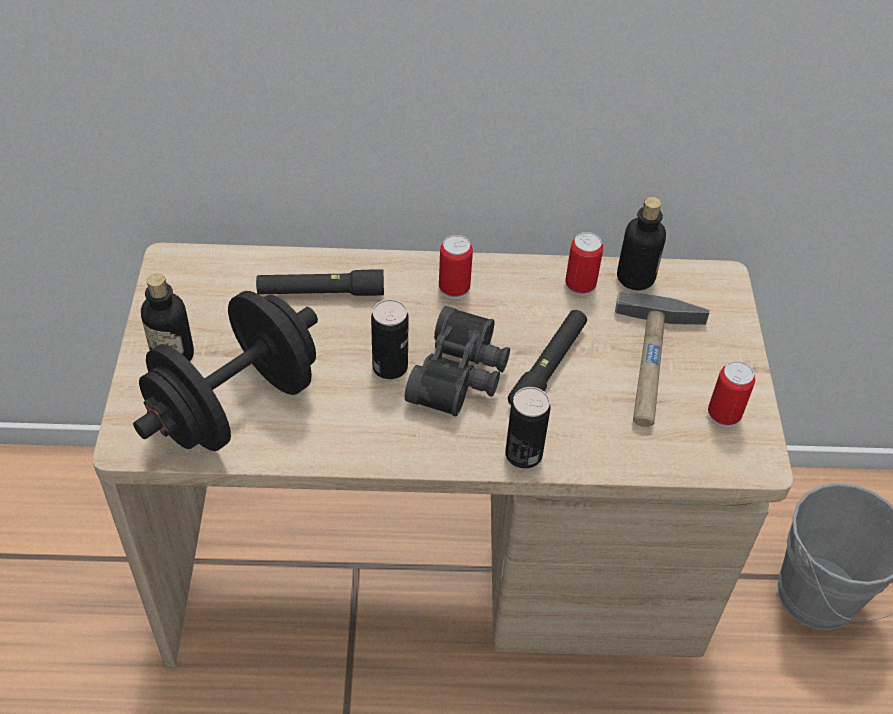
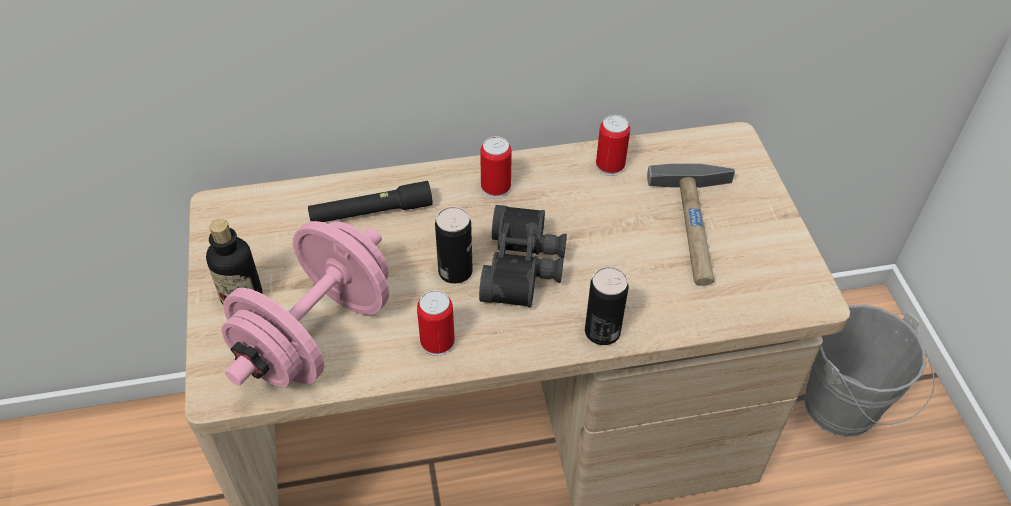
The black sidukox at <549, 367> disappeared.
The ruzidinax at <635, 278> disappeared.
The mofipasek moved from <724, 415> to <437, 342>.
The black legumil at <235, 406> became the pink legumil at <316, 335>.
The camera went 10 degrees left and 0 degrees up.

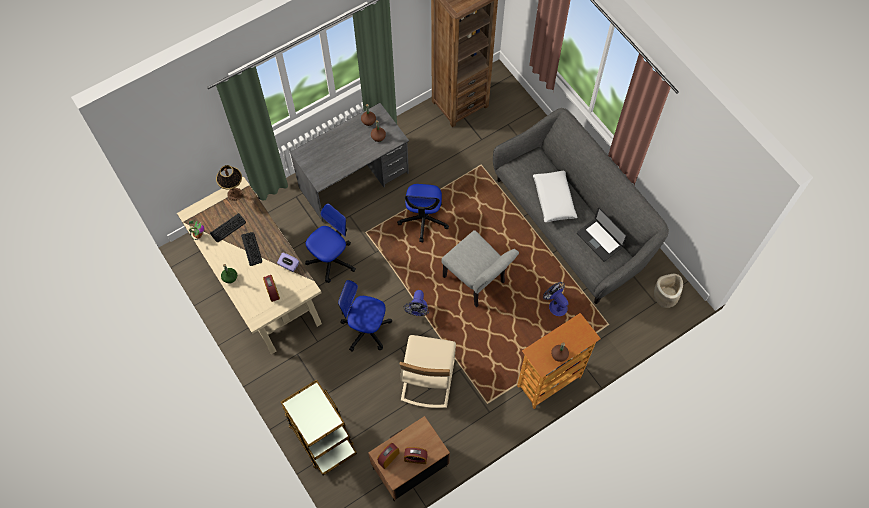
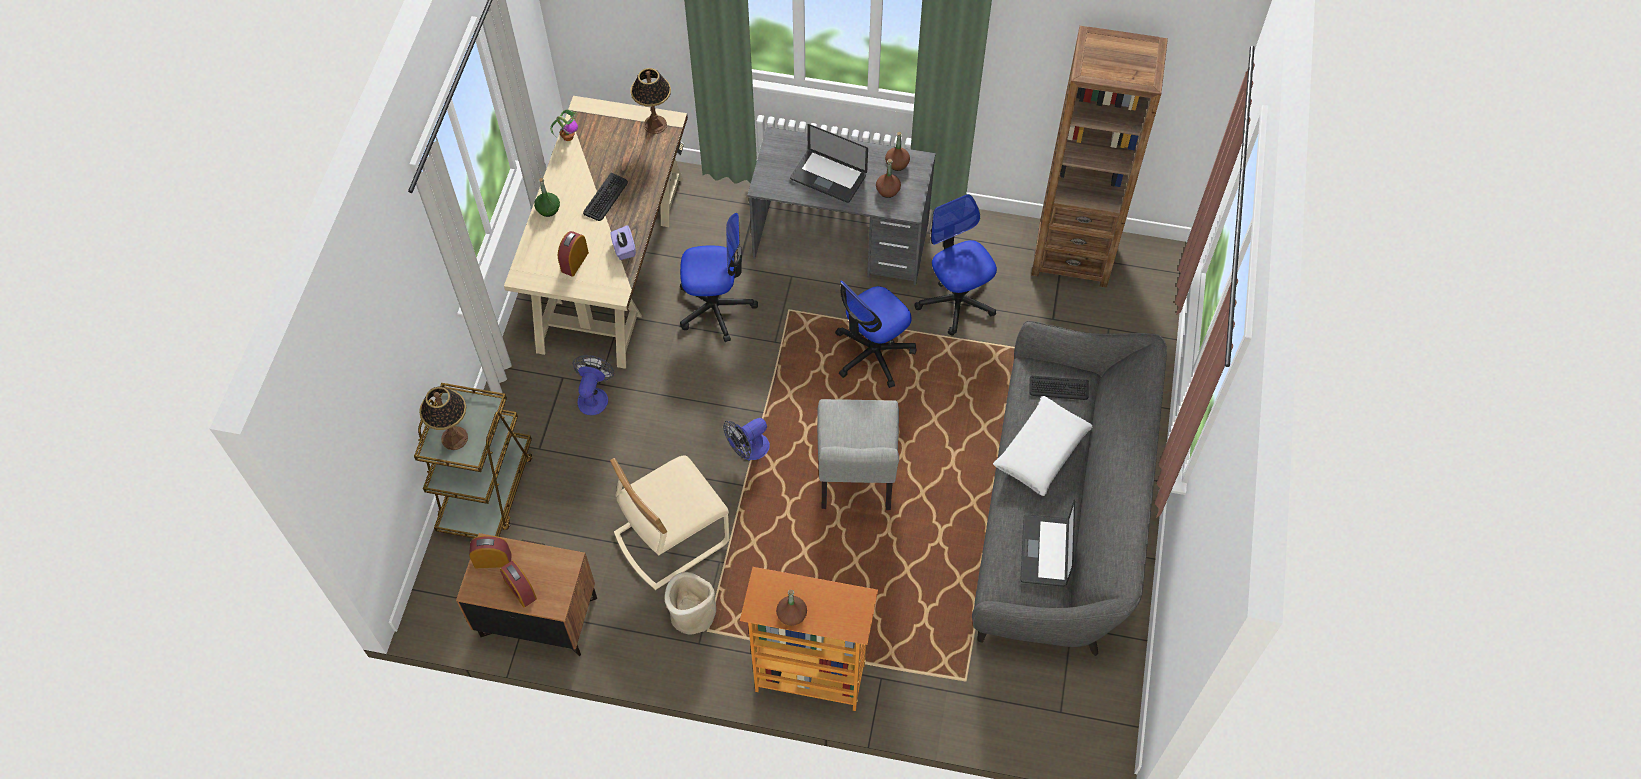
The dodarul at <455, 438> appeared.
The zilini at <828, 177> appeared.
The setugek moved from <228, 228> to <1058, 388>.
The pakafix moved from <366, 329> to <956, 300>.
The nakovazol moved from <555, 304> to <594, 396>.
The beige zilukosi moved from <665, 296> to <692, 614>.
The camera went 45 degrees right and 5 degrees down.

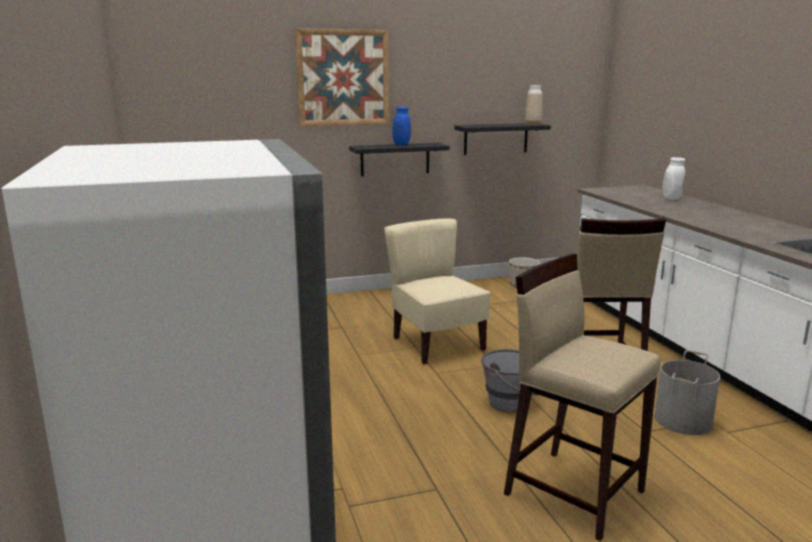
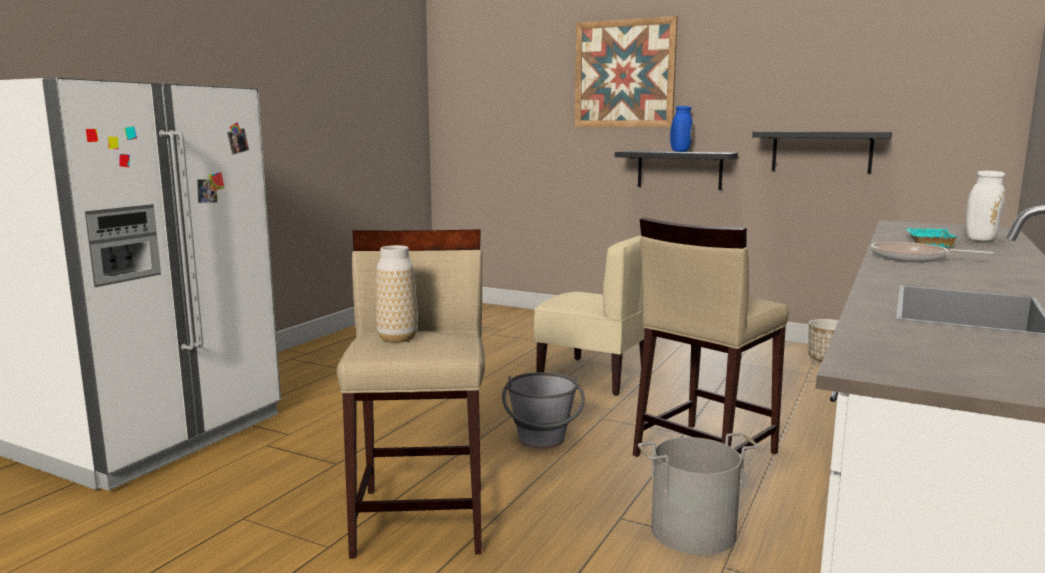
The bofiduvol at <913, 258> appeared.
The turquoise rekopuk at <927, 242> appeared.
The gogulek moved from <533, 124> to <397, 338>.
The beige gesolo at <436, 344> turned 105 degrees clockwise.
The camera went 45 degrees right and 5 degrees down.

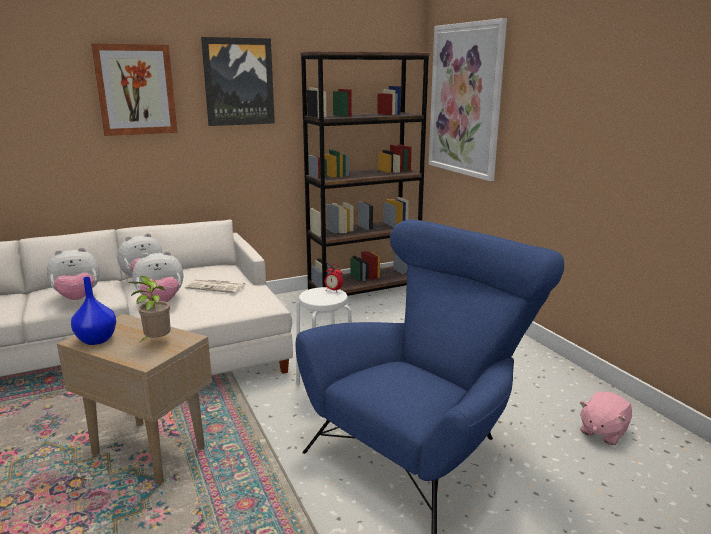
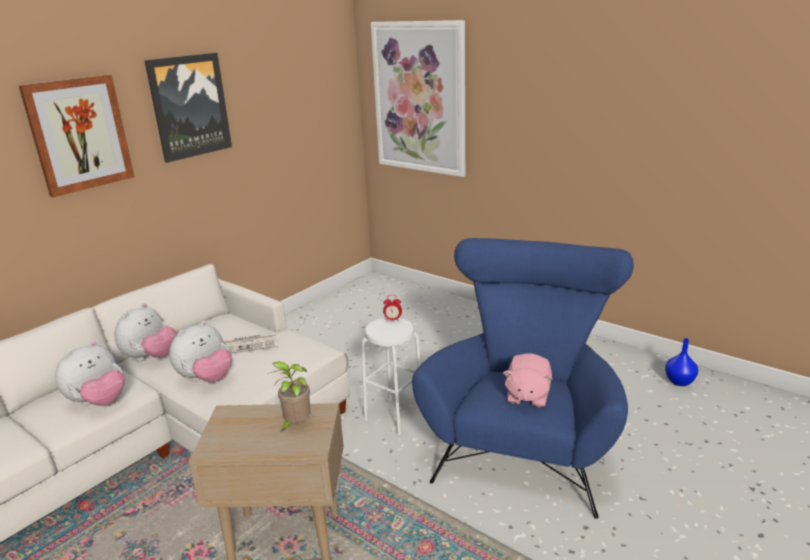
The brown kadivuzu at <364, 290> disappeared.
The blue gogulek moved from <96, 340> to <679, 382>.
The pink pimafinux moved from <602, 431> to <527, 395>.
The camera went 25 degrees left and 5 degrees up.

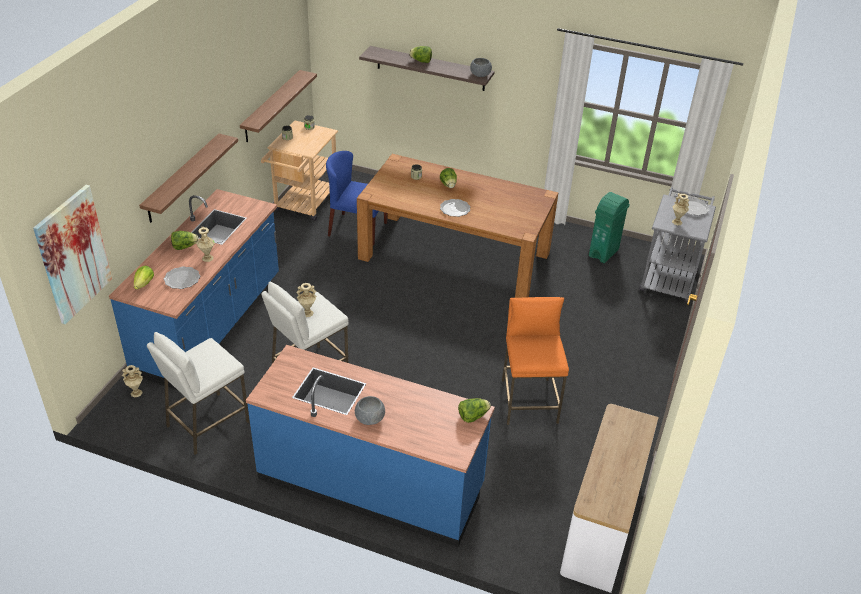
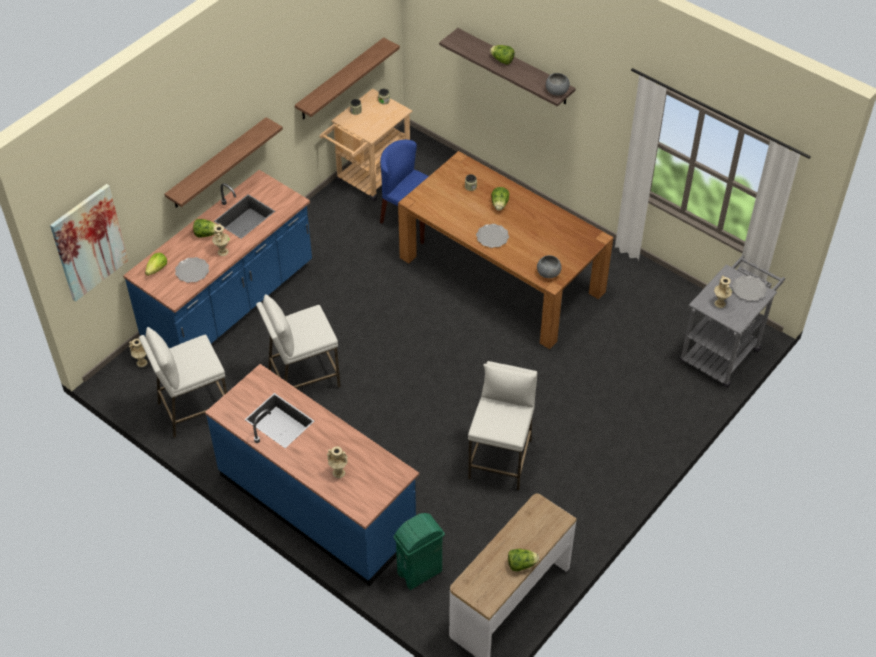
The beige gogulek moved from <307, 313> to <338, 473>.
The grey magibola moved from <370, 418> to <548, 273>.
The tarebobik moved from <473, 416> to <521, 564>.
The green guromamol moved from <604, 253> to <420, 572>.
The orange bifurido at <528, 401> became the white bifurido at <501, 459>.
The camera went 20 degrees right and 10 degrees up.

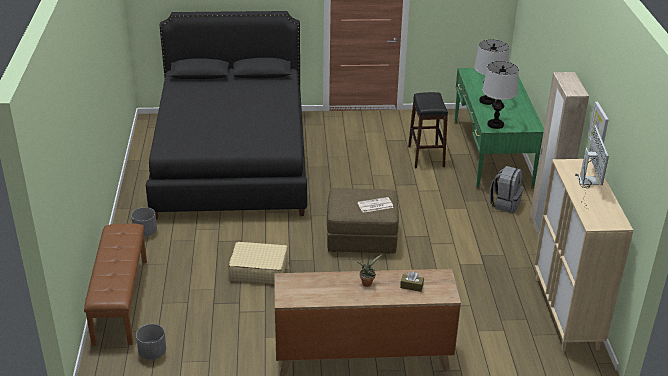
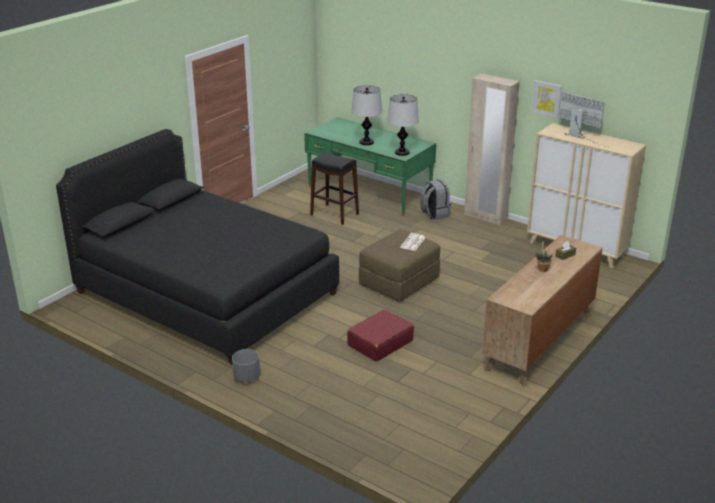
The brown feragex at <120, 300> disappeared.
The grey zilukosi at <152, 352> disappeared.
The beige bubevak at <258, 270> became the red bubevak at <380, 343>.
The camera went 50 degrees left and 5 degrees down.

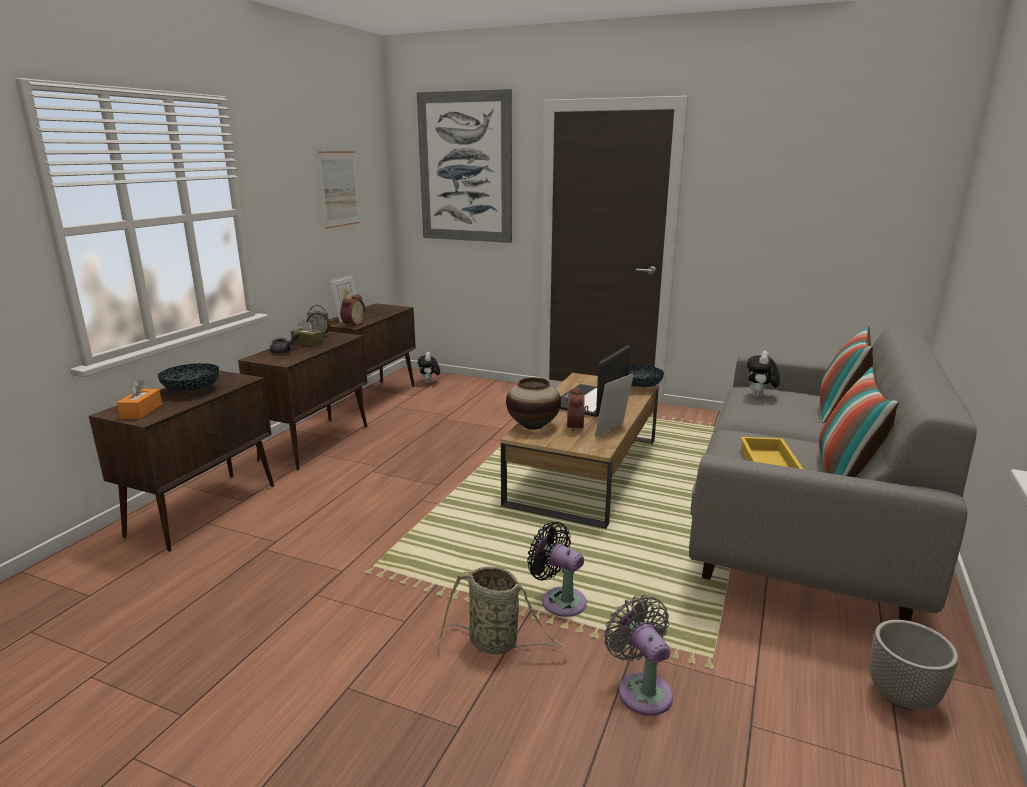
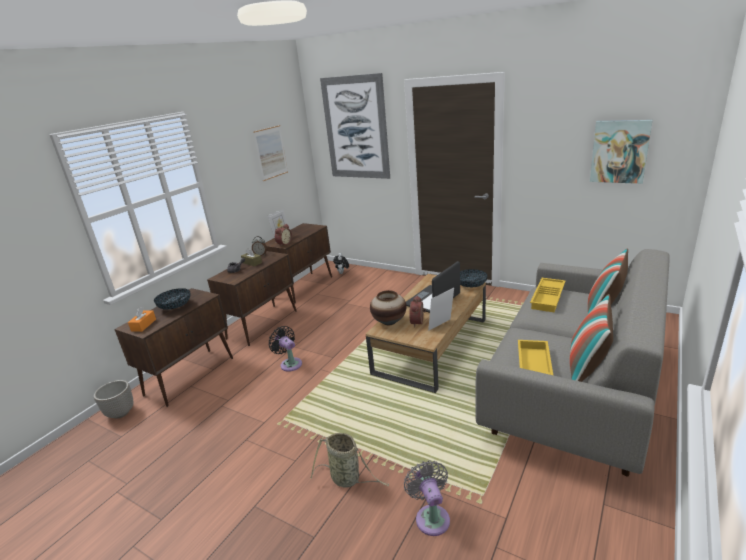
The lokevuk at <619, 151> appeared.
The black nakovazol moved from <559, 600> to <290, 363>.
The zilukosi moved from <902, 697> to <120, 413>.
The pimafinux at <759, 396> was replaced by the yellow rekopuk at <548, 298>.
The camera went 10 degrees right and 5 degrees up.

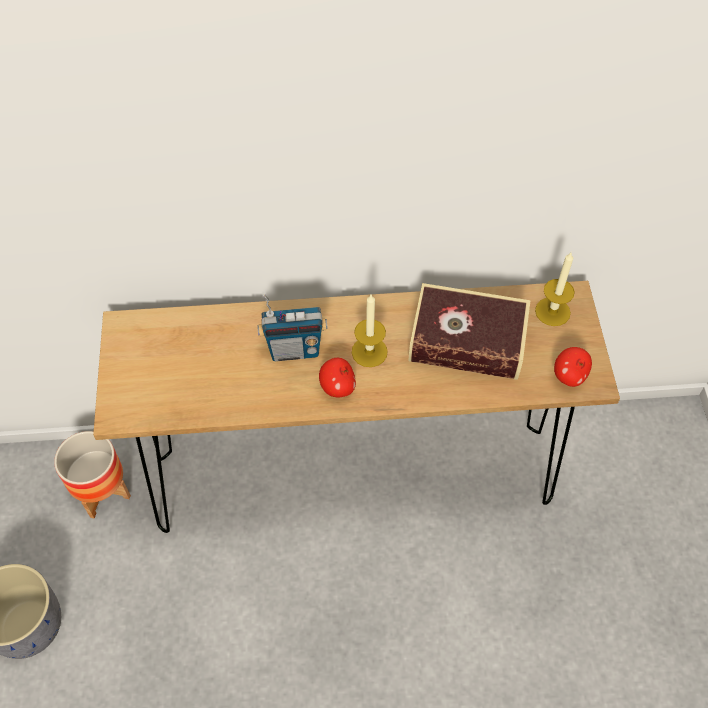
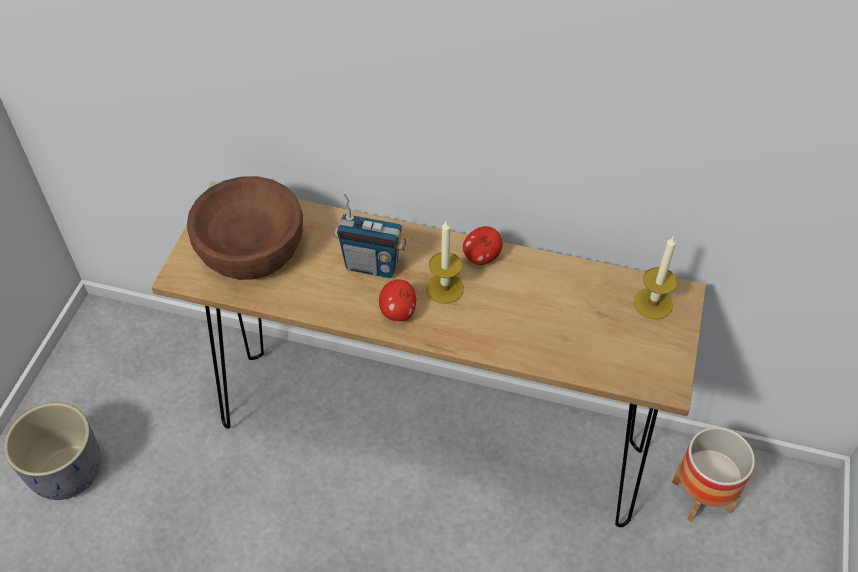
The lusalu at <467, 341> disappeared.
The brown magibola at <250, 248> appeared.
The zilukosi moved from <103, 491> to <702, 496>.
The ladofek moved from <569, 376> to <481, 257>.
The camera went 20 degrees right and 5 degrees down.

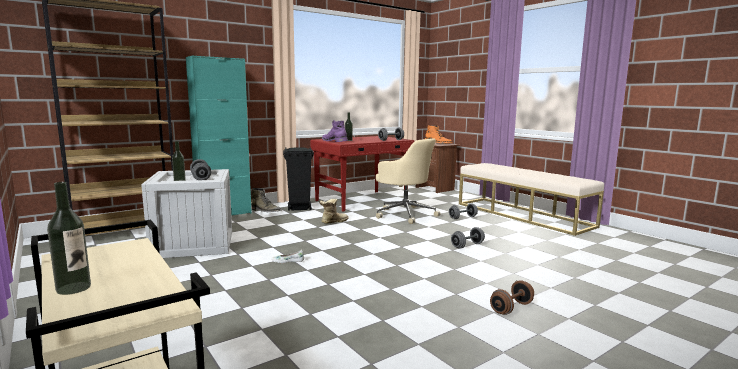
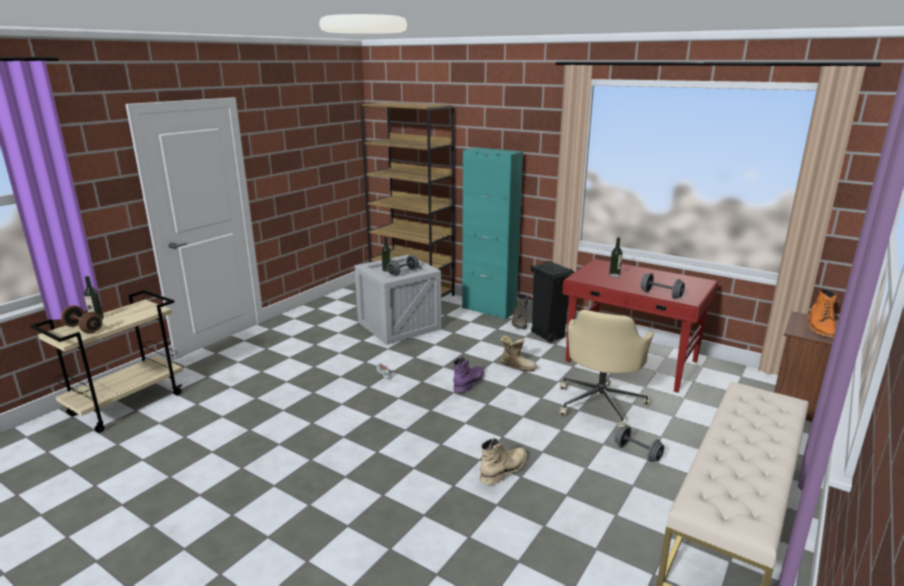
The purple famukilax moved from <334, 141> to <469, 382>.
The brown legumil moved from <511, 308> to <84, 329>.
The grey legumil at <467, 245> was replaced by the beige famukilax at <504, 469>.
The camera went 70 degrees right and 10 degrees up.

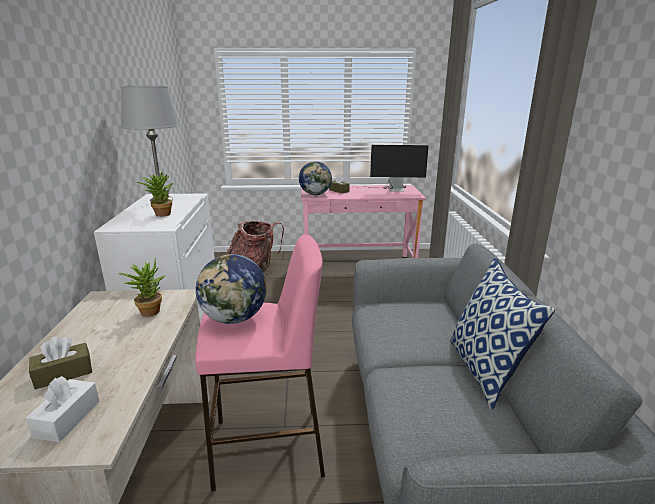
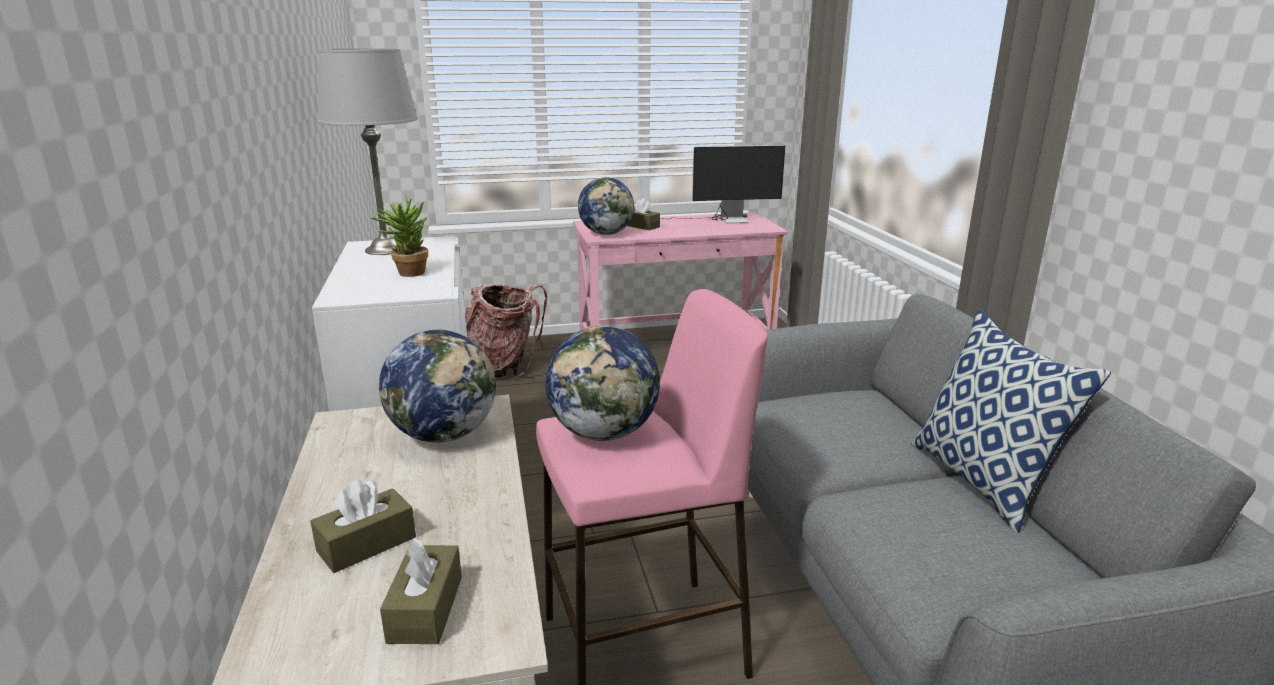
The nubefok at <148, 310> was replaced by the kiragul at <444, 434>.
The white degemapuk at <67, 418> became the brown degemapuk at <425, 609>.
The camera went 10 degrees left and 0 degrees up.

